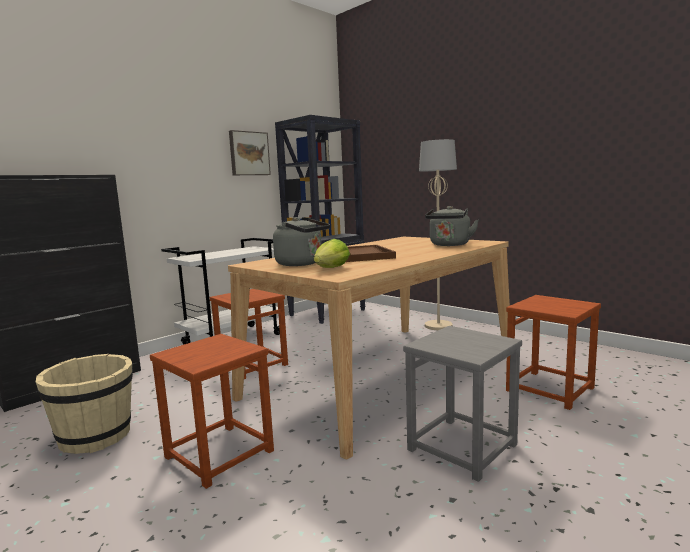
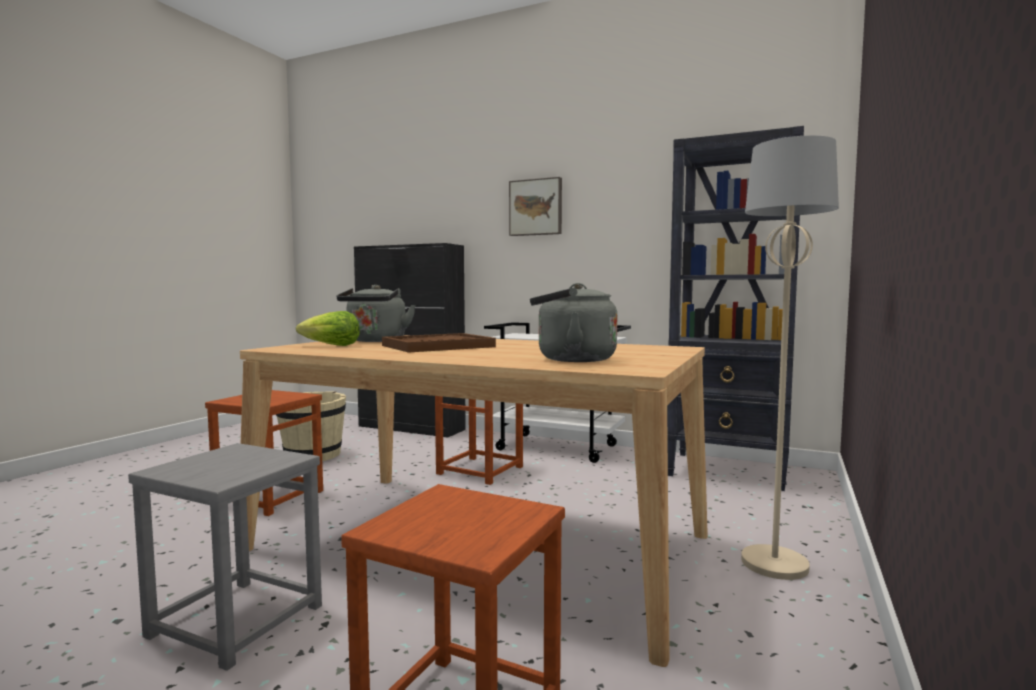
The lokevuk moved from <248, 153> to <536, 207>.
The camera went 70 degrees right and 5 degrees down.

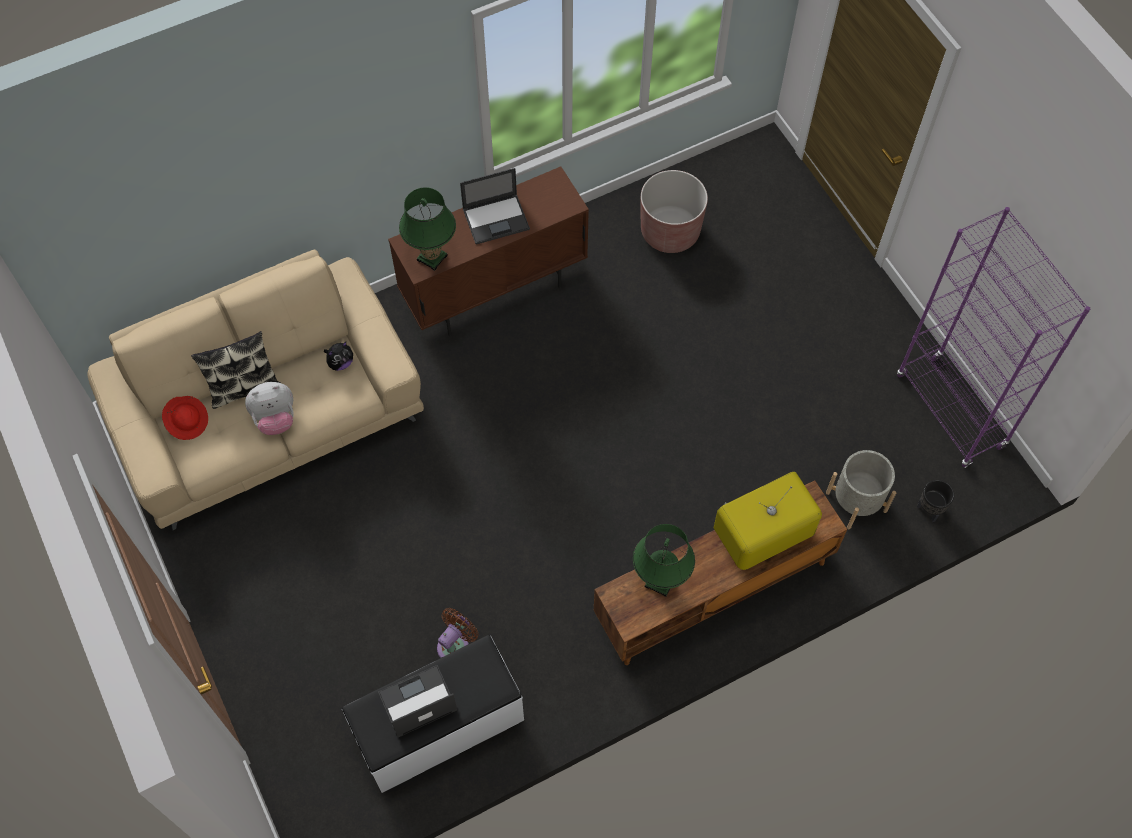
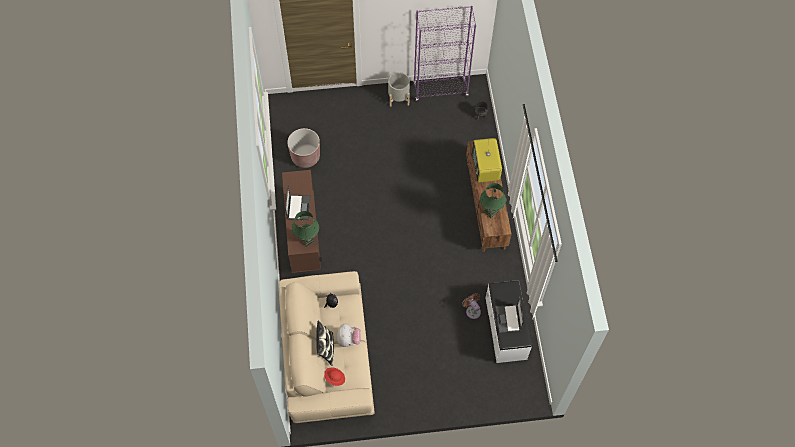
The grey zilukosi moved from <856, 502> to <398, 98>.
The camera went 70 degrees left and 0 degrees up.

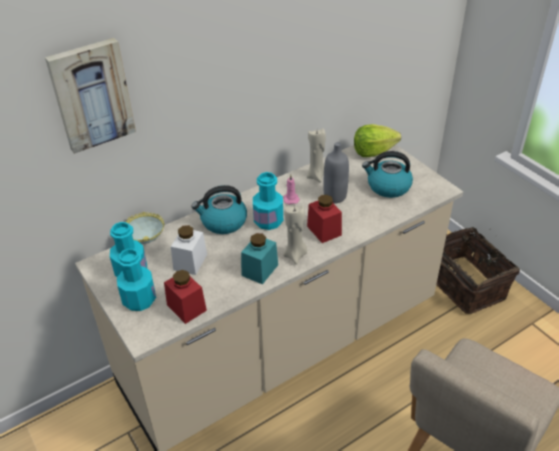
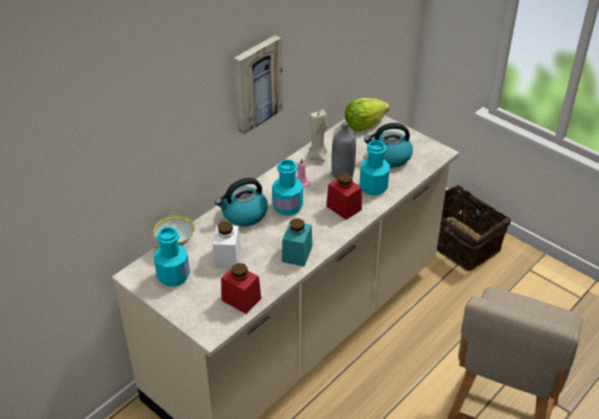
The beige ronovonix at <295, 255> disappeared.
The lokevuk moved from <91, 95> to <256, 83>.
The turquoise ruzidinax moved from <139, 300> to <373, 187>.
The camera went 15 degrees left and 0 degrees up.

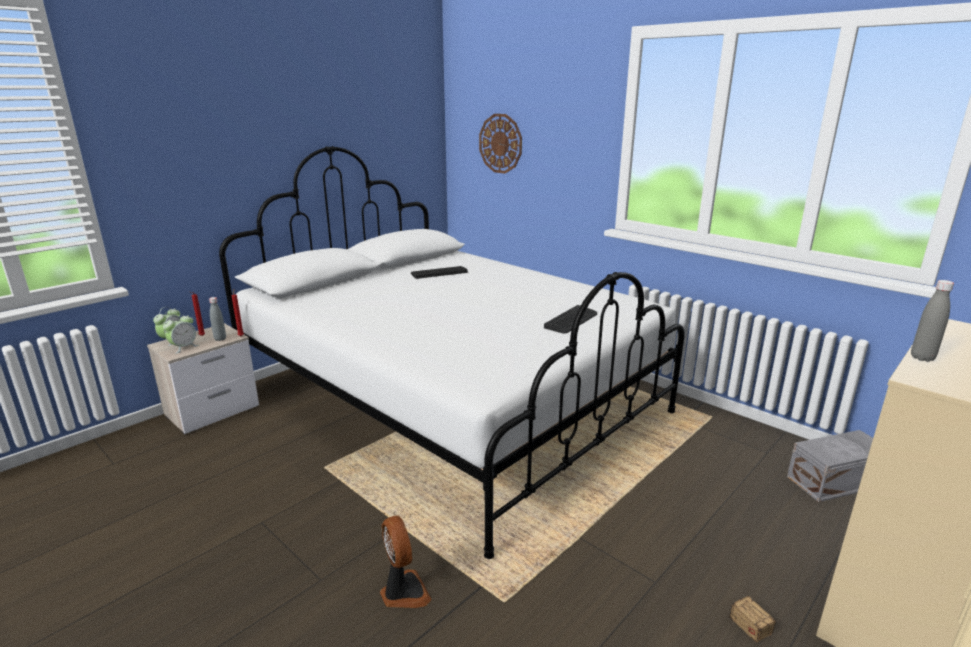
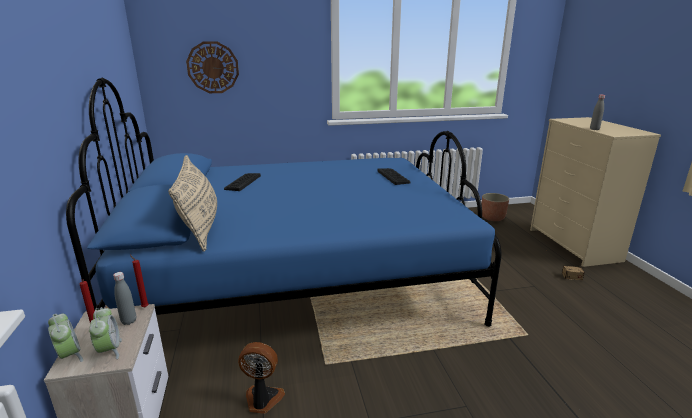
The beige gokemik at <200, 226> appeared.
The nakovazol moved from <403, 592> to <262, 400>.
The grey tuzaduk at <837, 482> was replaced by the zilukosi at <492, 218>.
The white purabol at <450, 400> became the blue purabol at <300, 278>.
The camera went 55 degrees left and 0 degrees up.

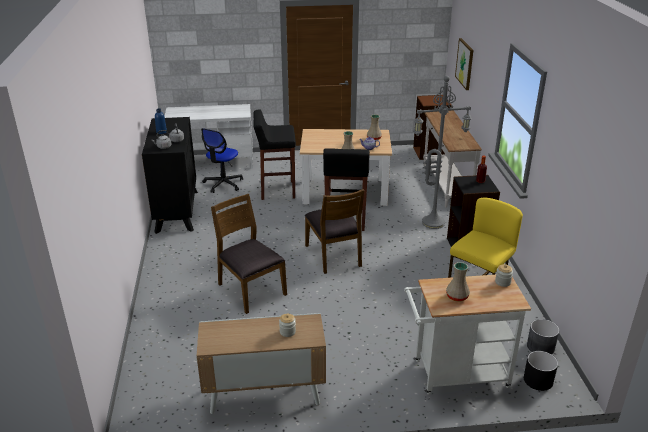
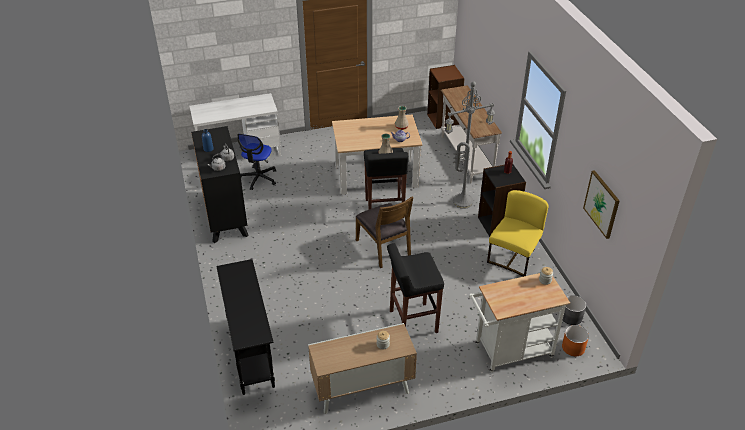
The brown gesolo at <250, 289> disappeared.
The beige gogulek at <456, 296> disappeared.
The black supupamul at <250, 353> appeared.
The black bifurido moved from <276, 190> to <412, 321>.
The lokevuk moved from <465, 63> to <602, 204>.
The black zilukosi at <538, 380> became the orange zilukosi at <573, 347>.
The camera went 10 degrees left and 10 degrees up.

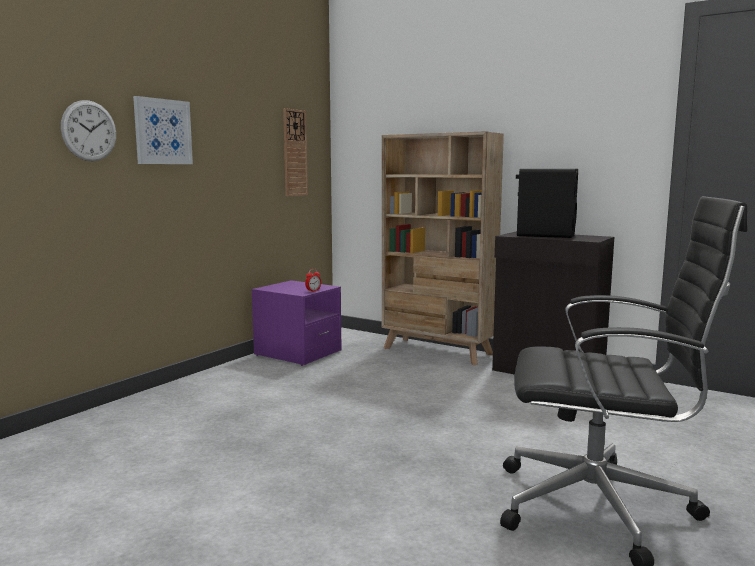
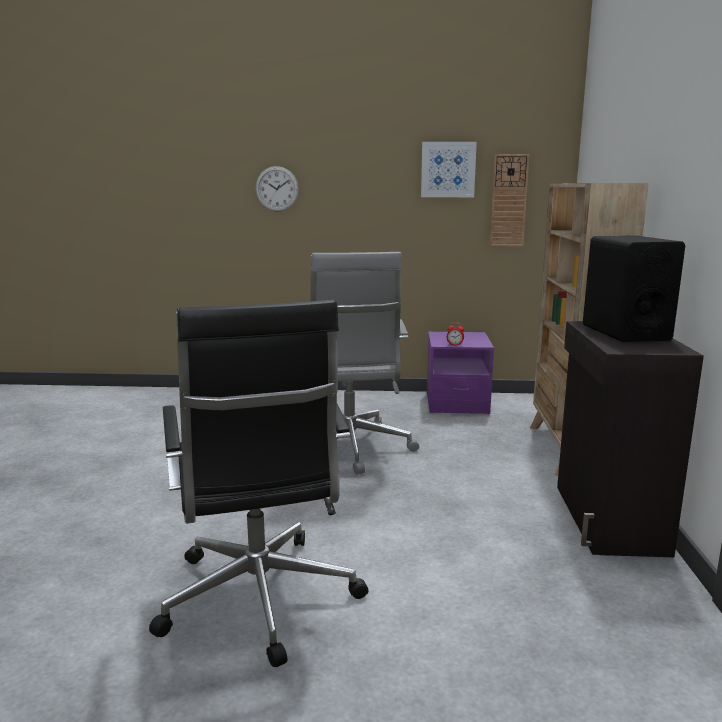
The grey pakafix at <349, 448> appeared.
The lokevuk moved from <162, 132> to <448, 169>.
The camera went 60 degrees right and 5 degrees up.

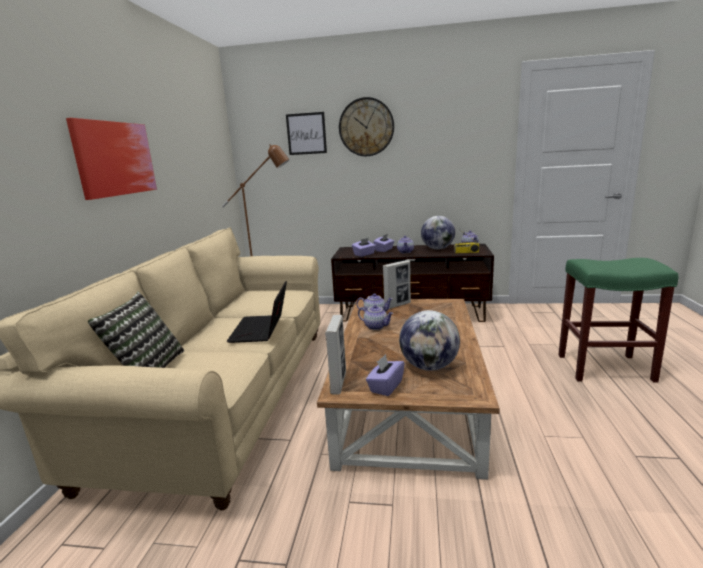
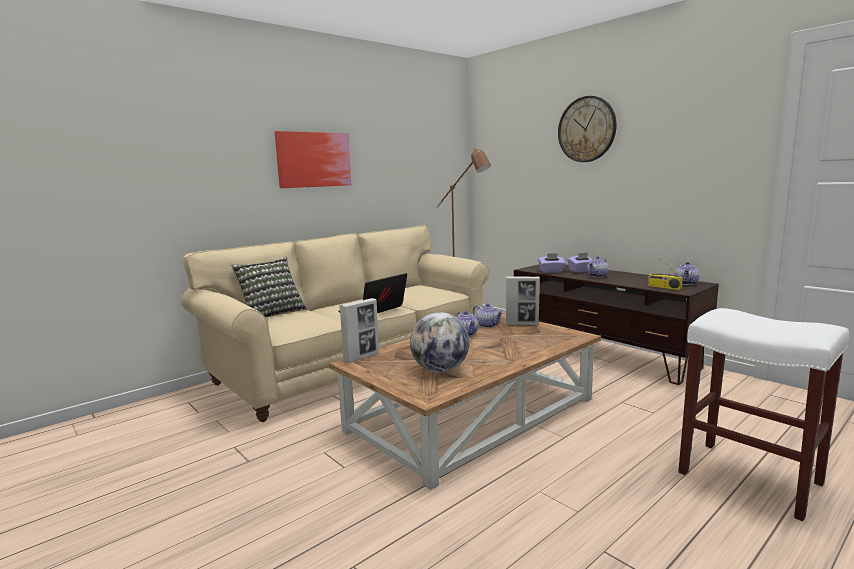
The lokevuk at <306, 133> disappeared.
The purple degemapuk at <385, 386> disappeared.
The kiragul at <437, 249> disappeared.
The green bifurido at <605, 368> became the white bifurido at <751, 478>.
The camera went 40 degrees right and 5 degrees down.

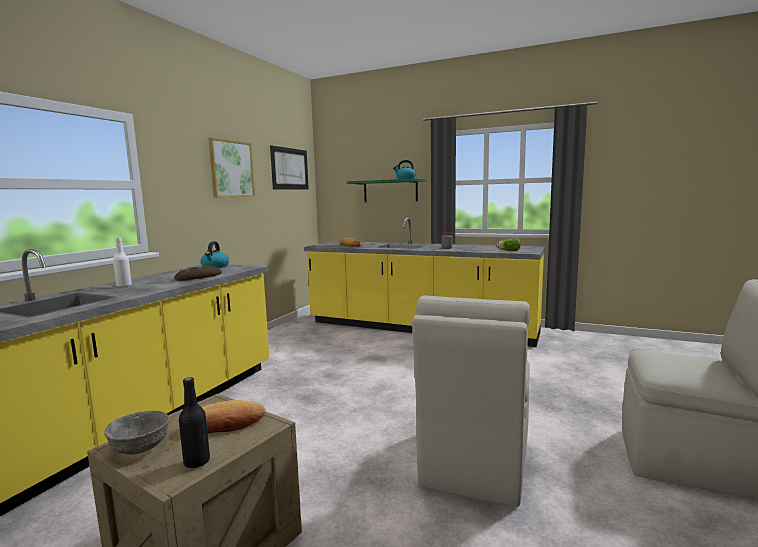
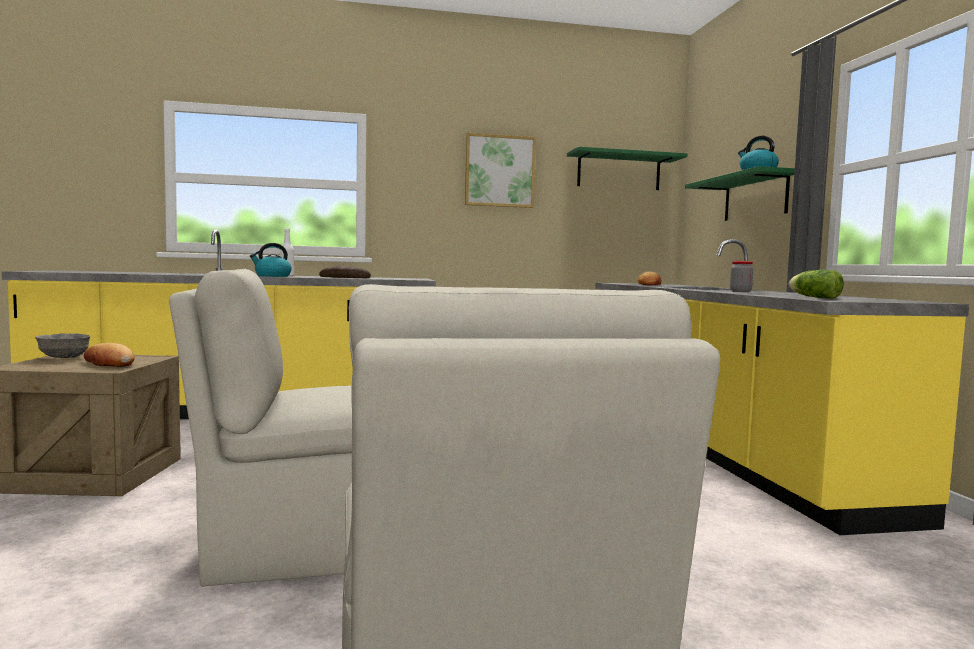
The black ruzidinax at <197, 462> disappeared.
The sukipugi moved from <215, 267> to <272, 276>.
The lokevuk at <290, 169> was replaced by the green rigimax at <618, 172>.
The camera went 55 degrees right and 5 degrees down.

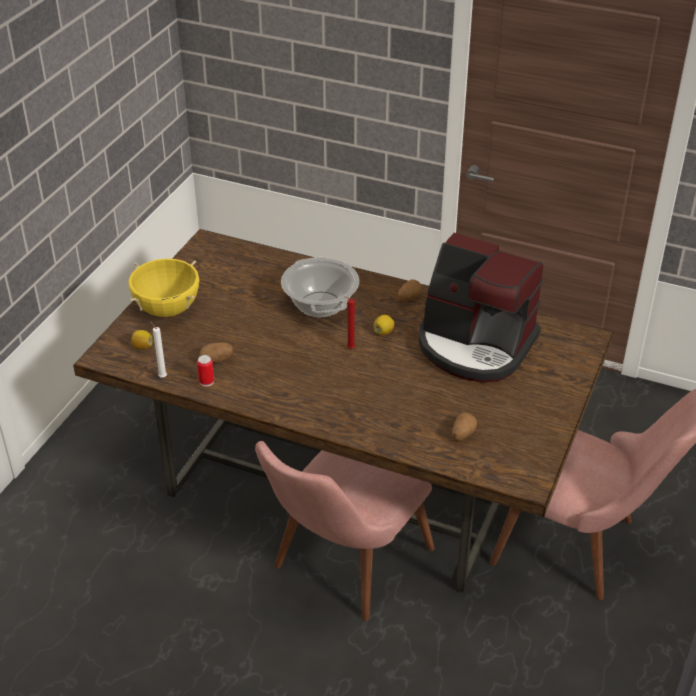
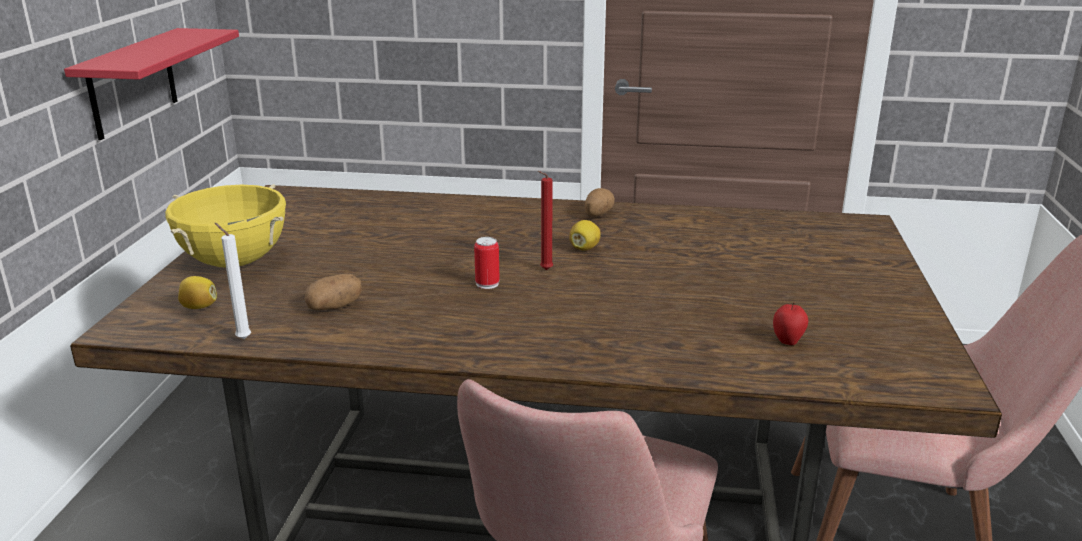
The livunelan at <321, 305> disappeared.
The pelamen at <475, 345> disappeared.
The red rigimax at <132, 83> appeared.
The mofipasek moved from <206, 381> to <487, 284>.
The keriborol at <462, 434> was replaced by the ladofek at <788, 341>.
The camera went 15 degrees left and 15 degrees down.

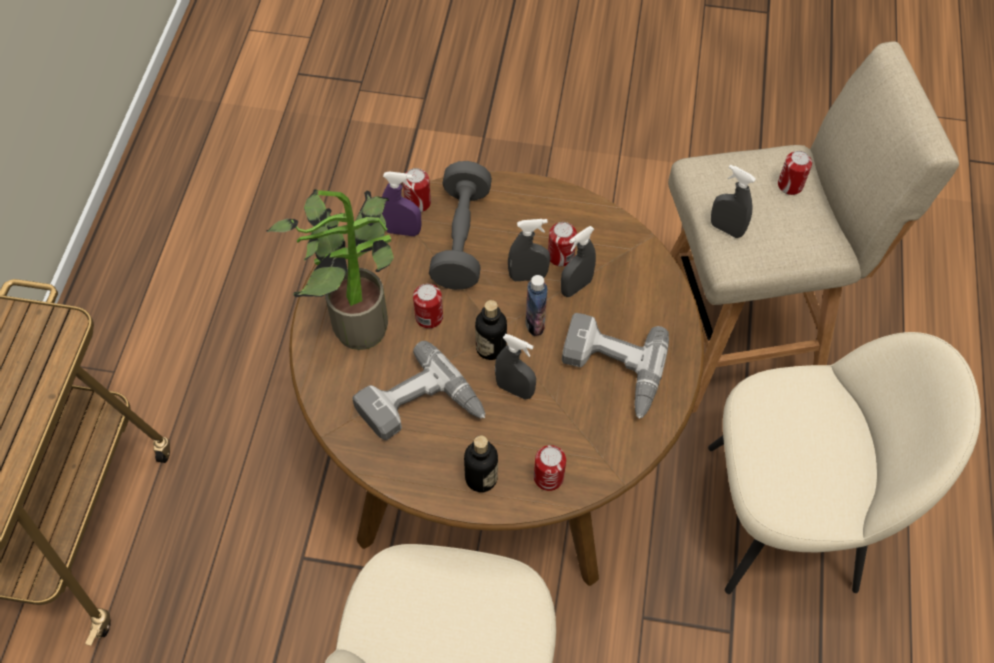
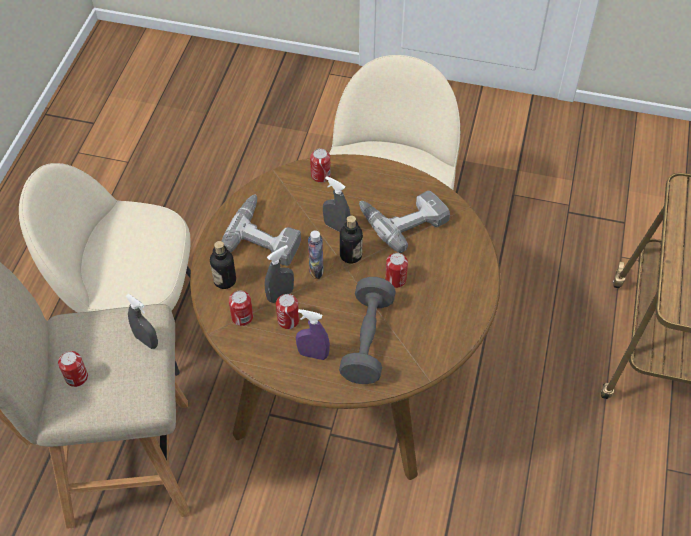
The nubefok at <358, 321> disappeared.
The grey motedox at <528, 276> disappeared.
The purple motedox moved from <402, 231> to <313, 354>.
The mofipasek moved from <417, 203> to <242, 317>.
The ruzidinax moved from <481, 478> to <225, 280>.
The camera went 175 degrees left and 5 degrees down.

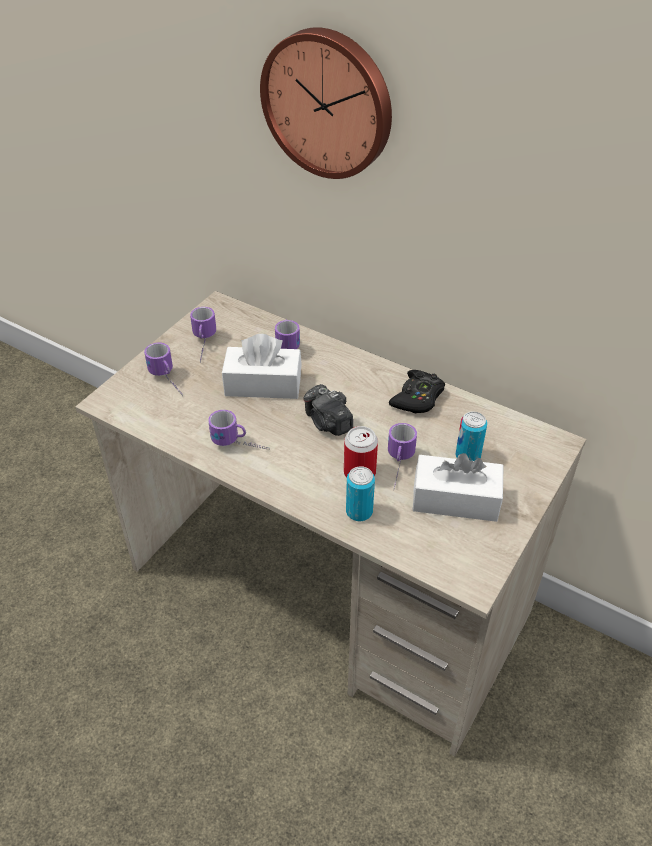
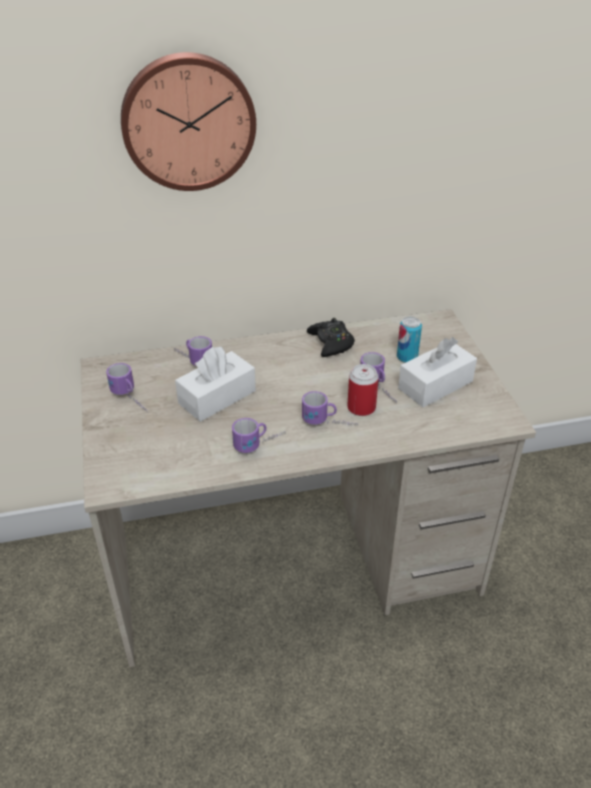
The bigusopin at <328, 422> disappeared.
The mofipasek at <359, 512> disappeared.
The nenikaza moved from <168, 382> to <329, 424>.
The camera went 45 degrees left and 5 degrees down.

